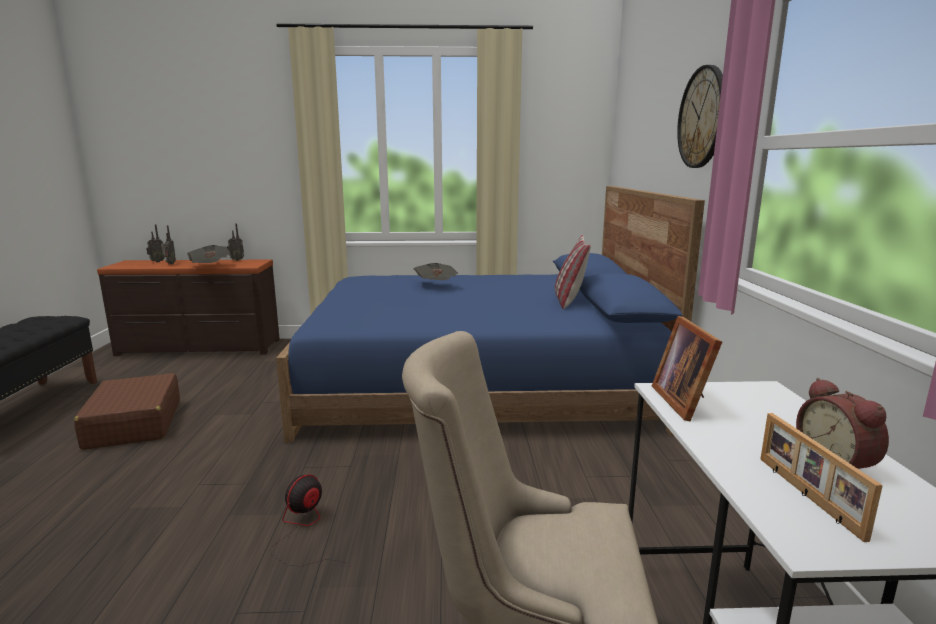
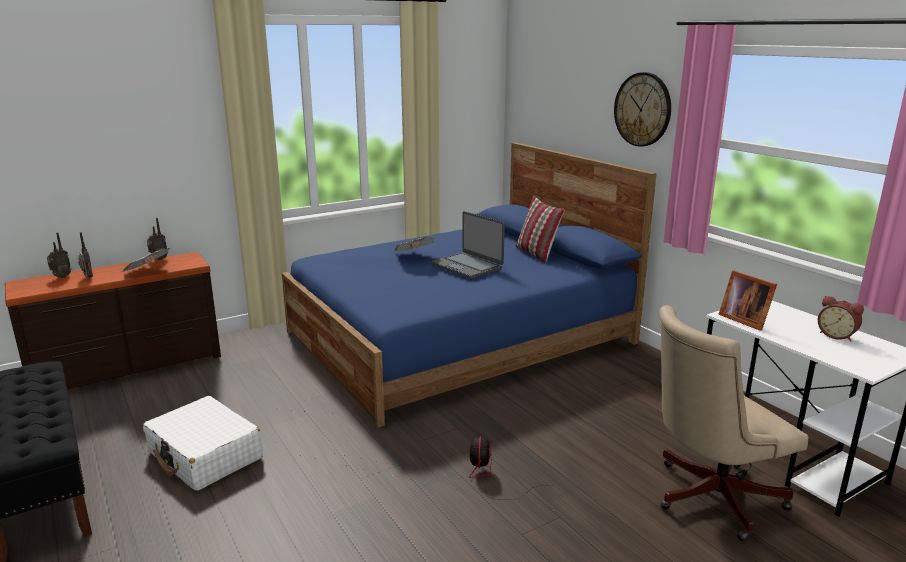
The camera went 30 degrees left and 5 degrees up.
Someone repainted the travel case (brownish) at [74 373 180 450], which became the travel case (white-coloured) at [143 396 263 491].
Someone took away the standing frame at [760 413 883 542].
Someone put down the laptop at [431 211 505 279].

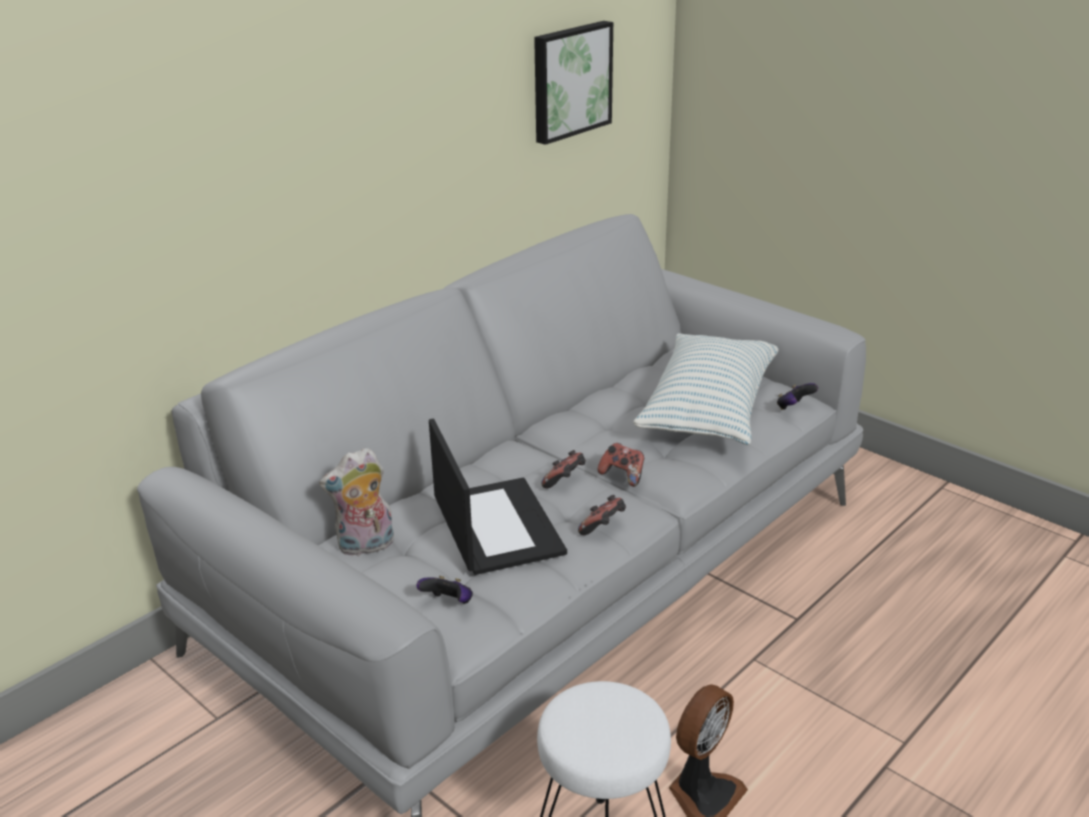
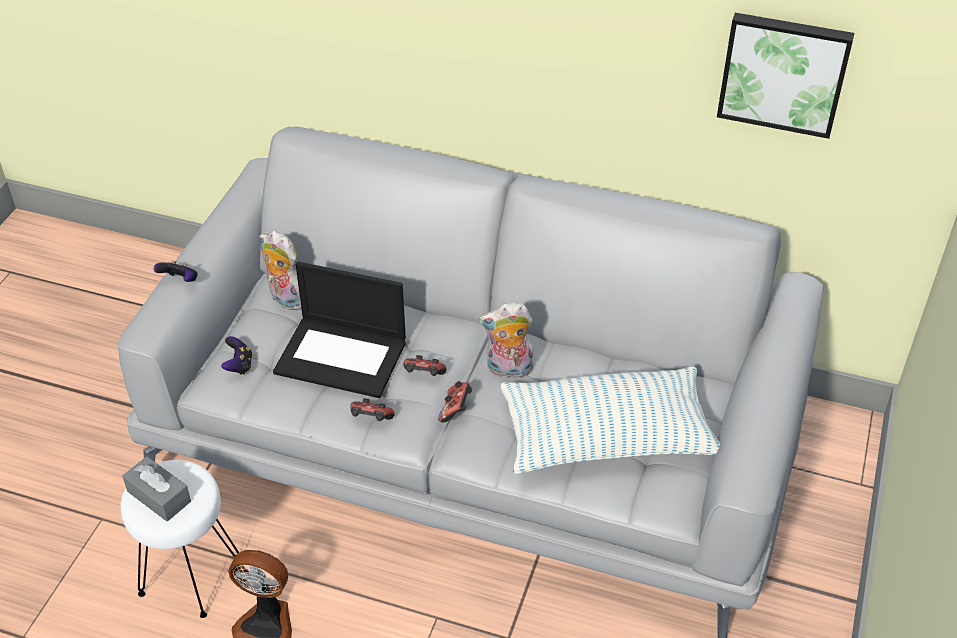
The camera went 65 degrees right and 15 degrees up.
Someone carried the joypad from [777 383 818 410] to [154 261 198 282].
Someone rotated the laptop at [429 418 567 575] by 60 degrees clockwise.
Someone put down the plush toy at [479 302 535 378].
Someone put down the tissue box (greyish) at [122 456 191 522].

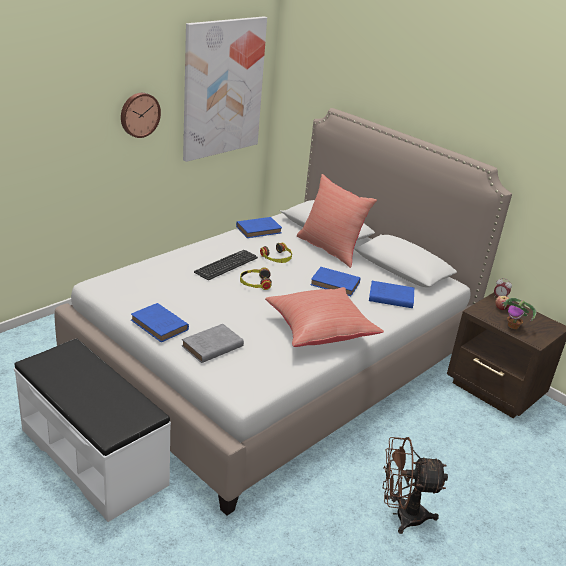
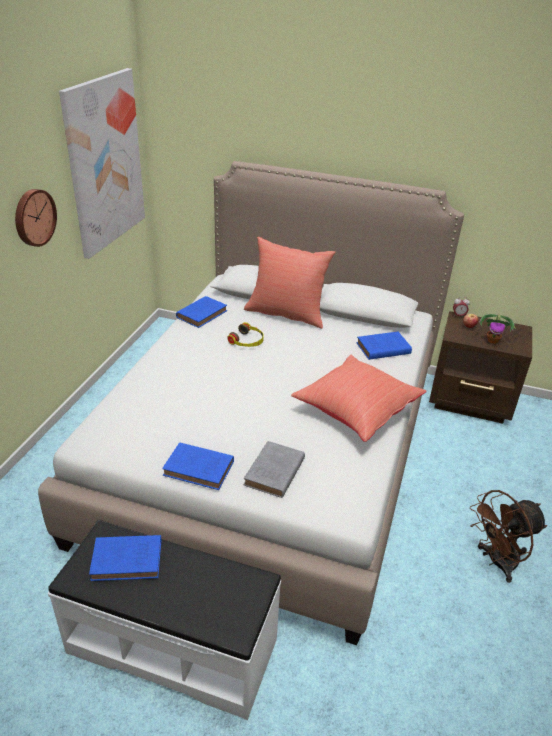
The camera went 25 degrees left and 5 degrees up.
Someone took away the computer keyboard at [194 250 258 280].
Someone took away the pair of headphones at [240 267 272 290].
Someone carried the bound book (blue) from [310 267 361 296] to [89 535 162 581].

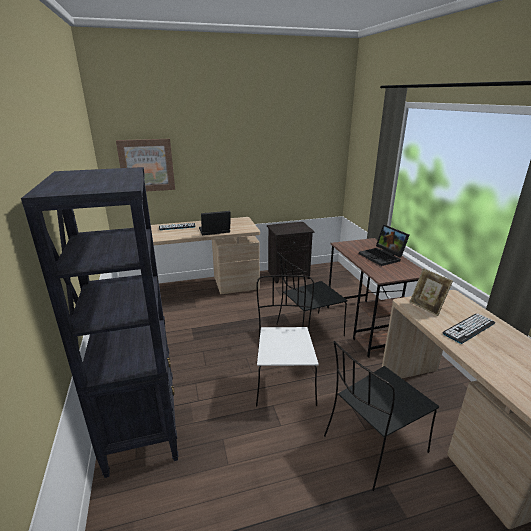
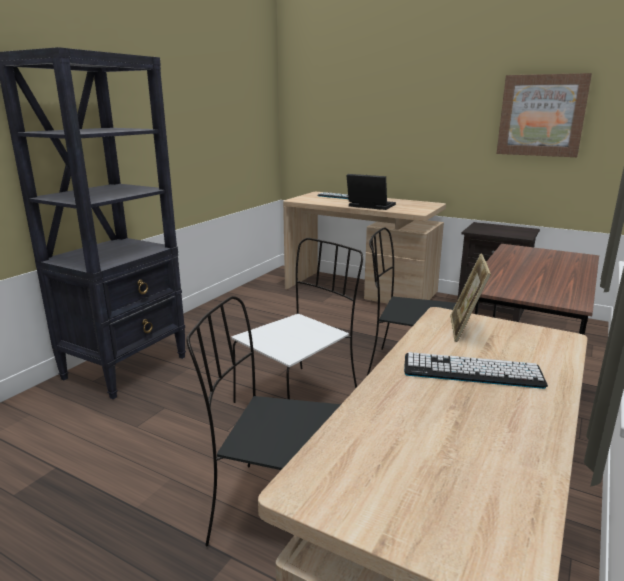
The camera went 45 degrees right and 5 degrees down.
Someone carried the wall art from [116 139 175 191] to [496 73 592 157].
Someone took away the laptop at [359 224 409 266].

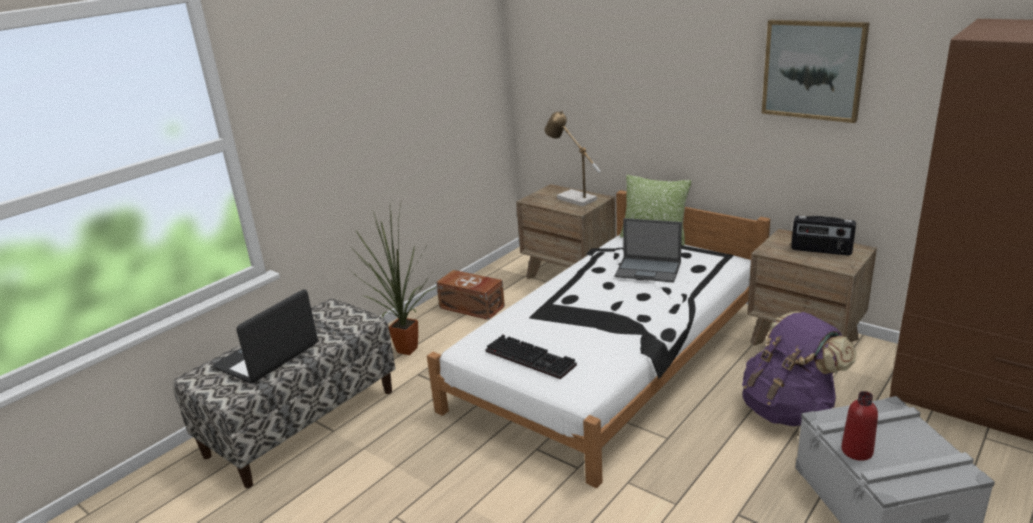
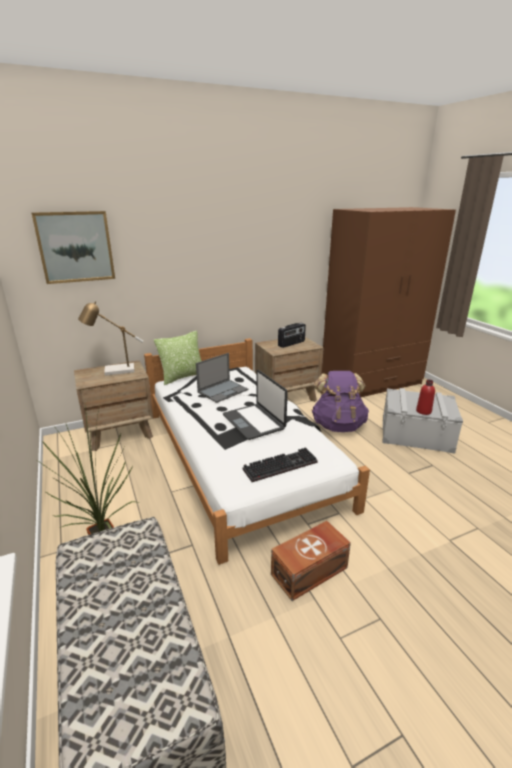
The camera went 65 degrees left and 0 degrees up.
Someone carried the wall art from [762 20 870 123] to [32 211 115 284].
Someone carried the storage bin (brownish) from [436 270 505 320] to [271 521 351 601].
Someone carried the laptop from [213 289 318 383] to [223 370 288 440].

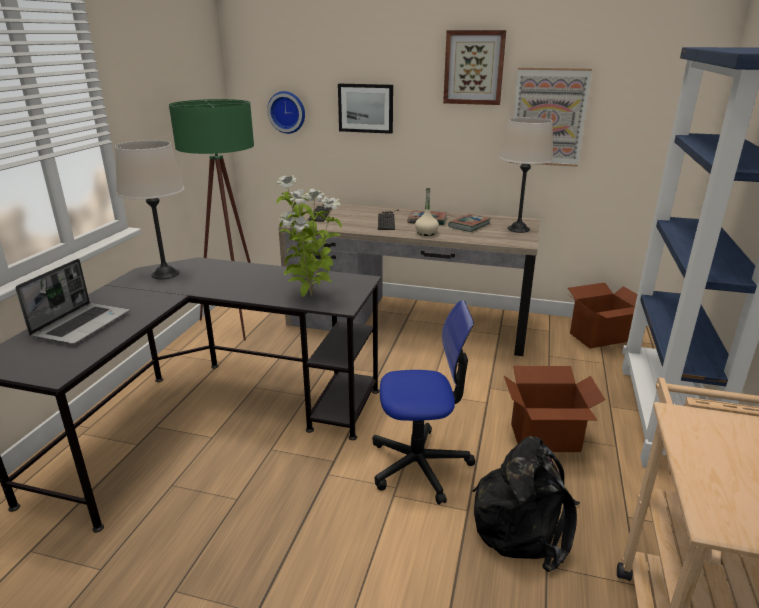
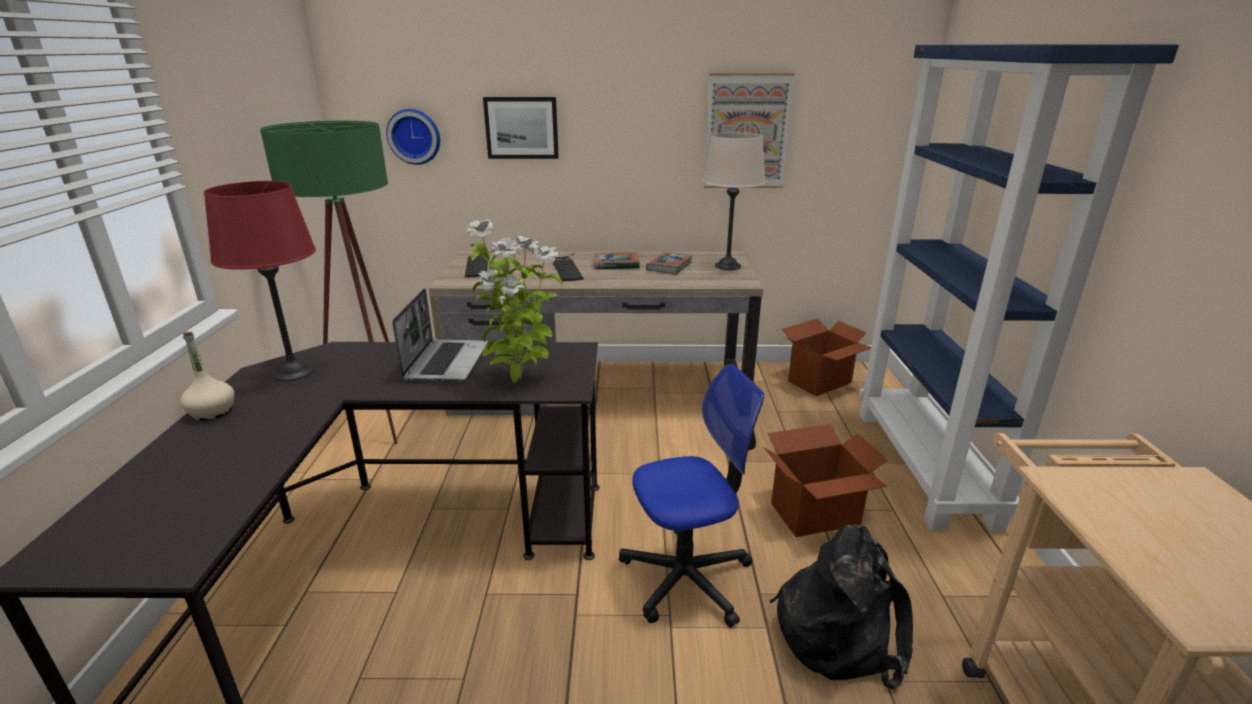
The camera went 15 degrees left and 0 degrees up.
Someone took away the wall art at [443 30 506 105].
Someone repainted the lamp for a table (sand-coloured) at [115 140 185 279], which became the lamp for a table (red) at [204 181 316 381].
Someone carried the beverage bottle (sand-coloured) from [415 188 439 236] to [181 331 235 421].
Someone carried the laptop from [16 259 129 345] to [392 288 488 382].

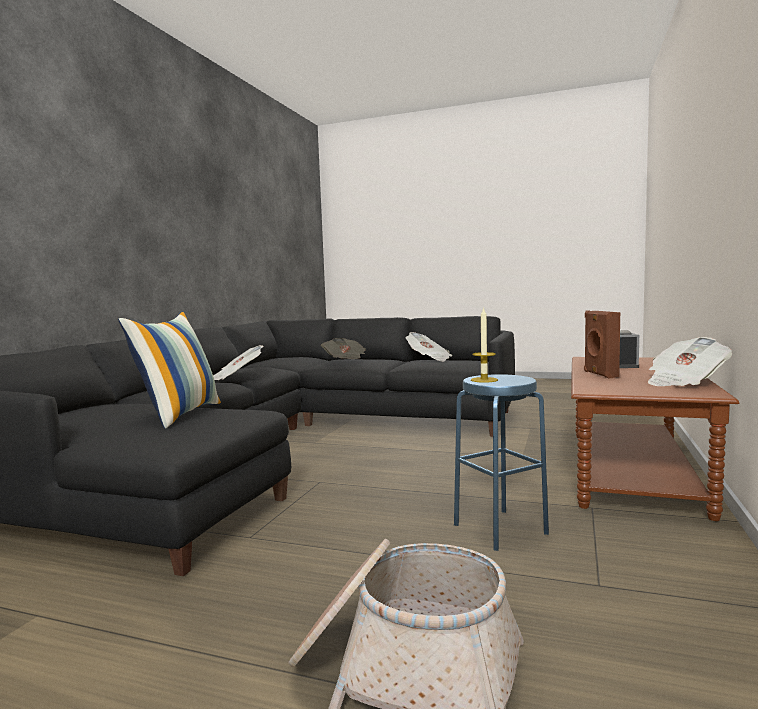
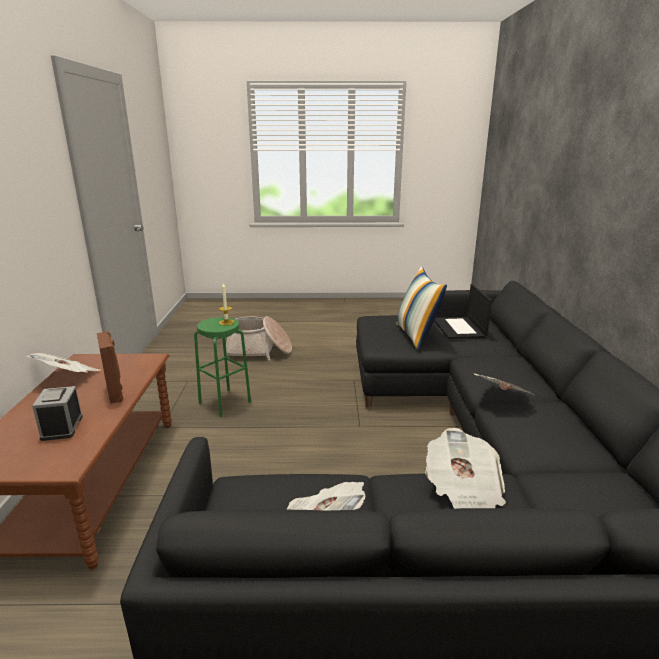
The camera went 160 degrees right and 15 degrees up.
Someone repainted the stool seat (blue) at [454 374 549 551], which became the stool seat (greenish) at [194 317 251 417].
Someone put down the laptop at [434 284 492 339].

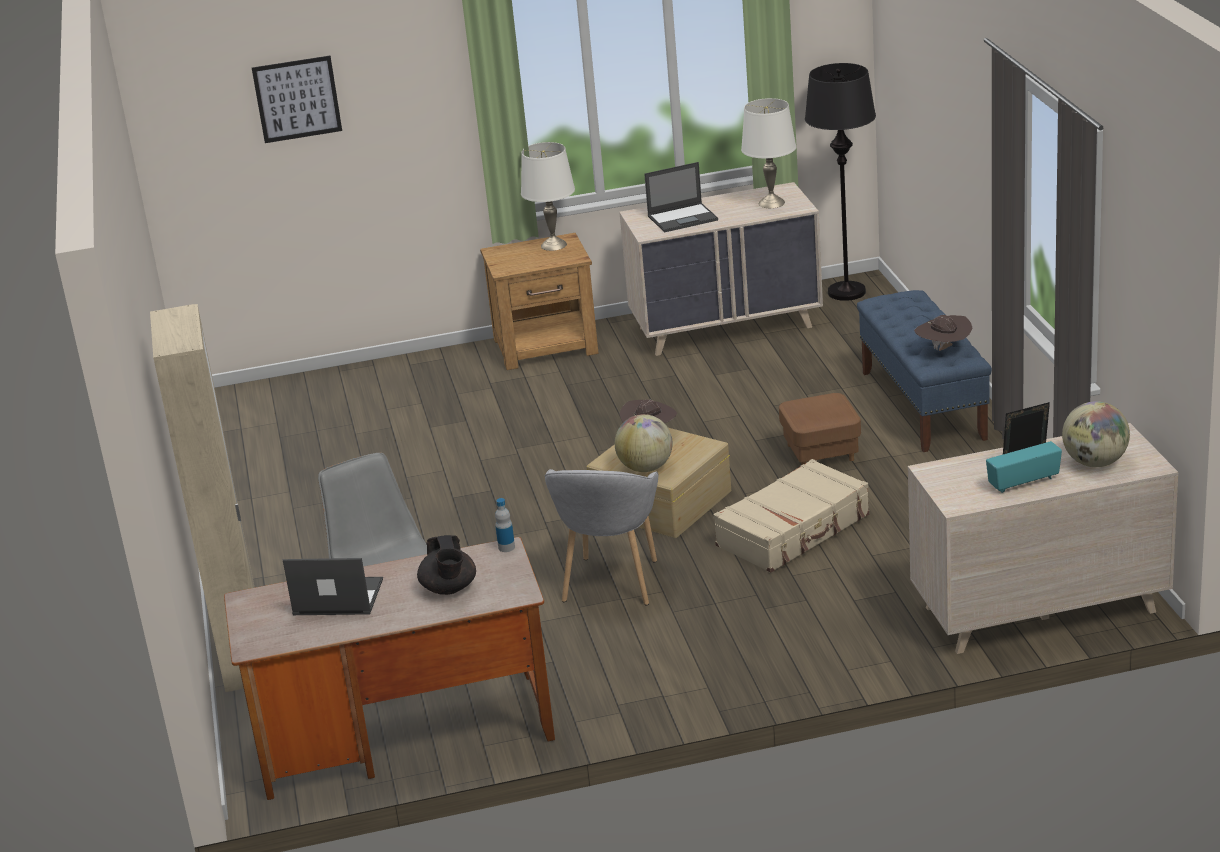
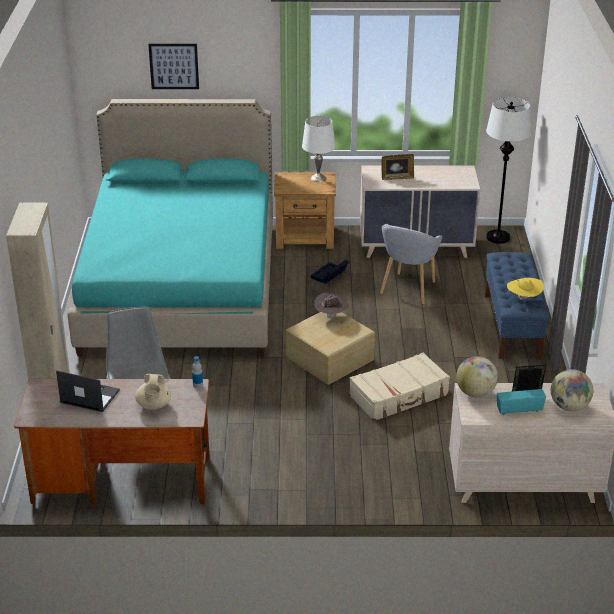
The camera went 10 degrees right and 5 degrees up.
Someone repainted the floor lamp (black) at [805 63 876 301], which became the floor lamp (white-coloured) at [486 97 531 244].
Someone took away the lamp for a table (white-coloured) at [741 98 796 208].
Someone swapped the laptop at [644 162 718 232] for the standing frame at [382 154 414 180].
Someone repainted the hat (brownish) at [914 315 973 351], which became the hat (yellowish) at [507 278 544 300].
Someone took away the ottoman (brownish) at [779 393 861 465].
Someone carried the world globe from [615 414 673 472] to [456 356 498 398].
Someone carried the armchair (greyish) from [544 469 659 605] to [380 224 442 304].
Someone repainted the pot for tea (black) at [417 535 476 595], which became the pot for tea (sand-coloured) at [135 374 171 410].
Someone put down the bedroom bed (turquoise) at [67 99 273 357].
Someone put down the storage bin (black) at [311 259 349 284].

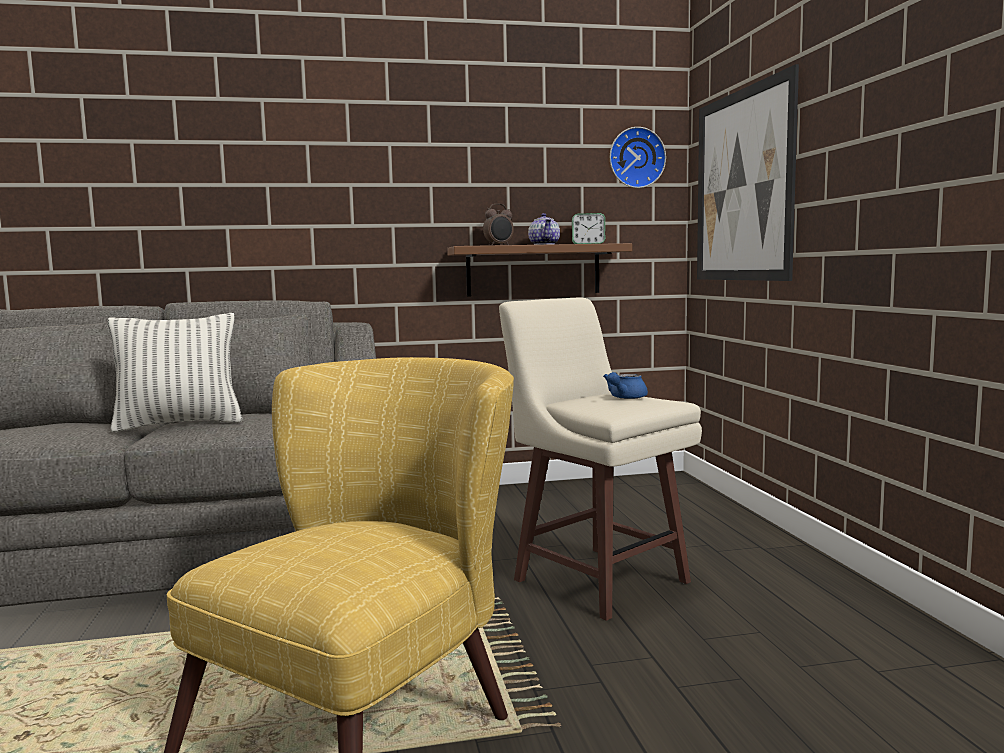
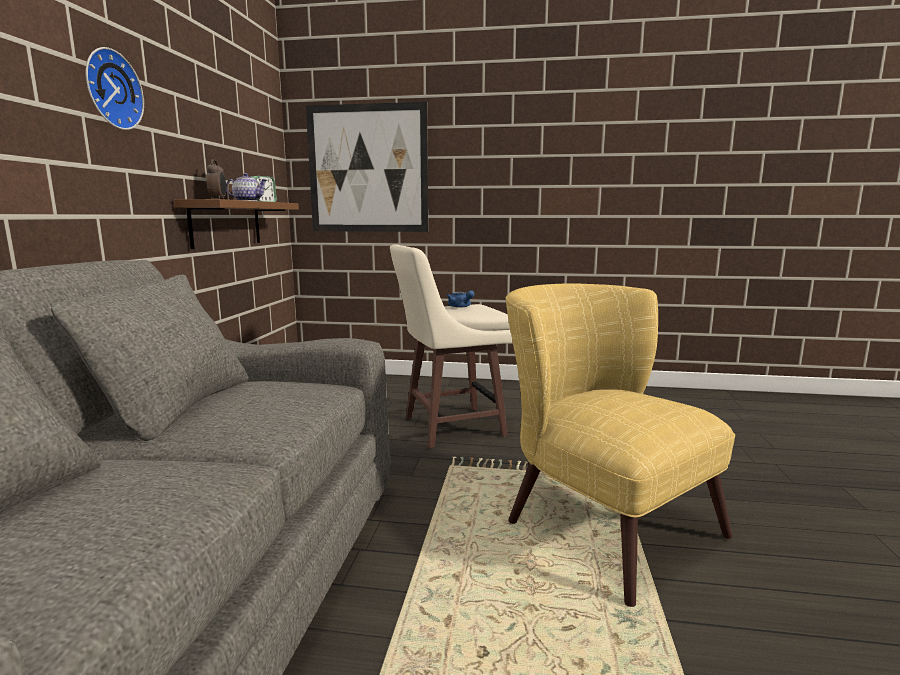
The camera went 70 degrees left and 5 degrees up.
Someone carried the hanging clock from [610 127 666 188] to [86 47 144 130].
Someone took away the throw pillow at [108 313 243 432].

